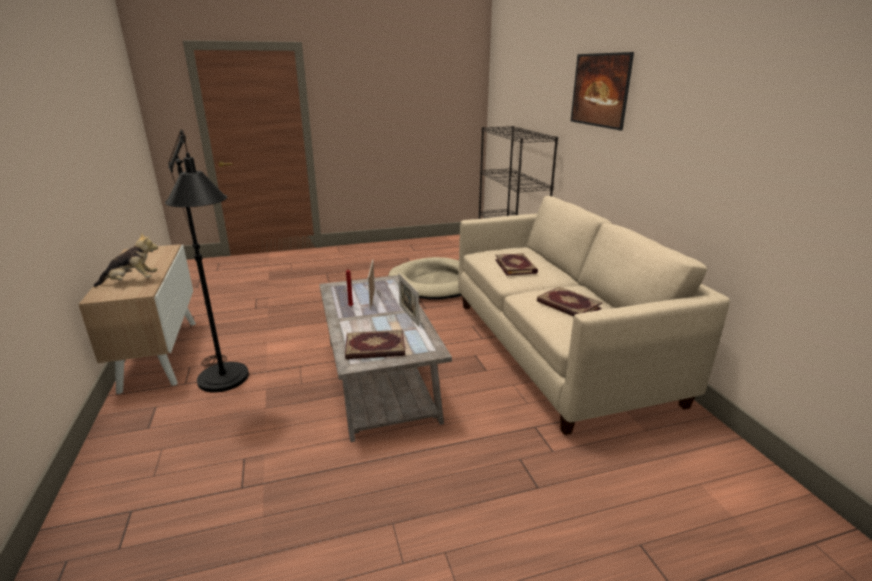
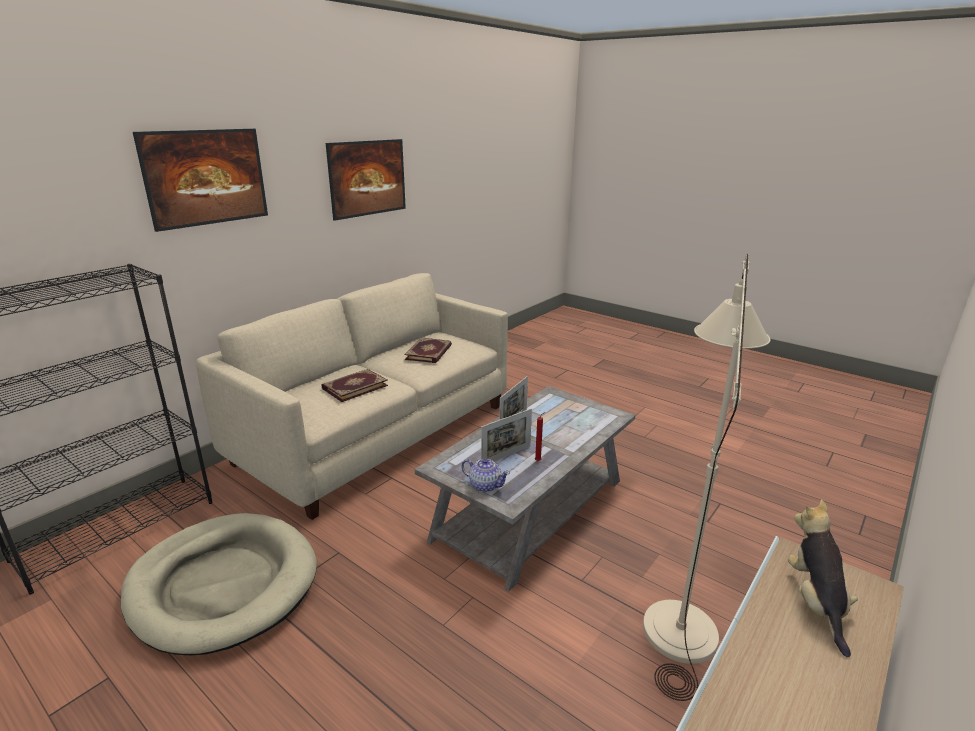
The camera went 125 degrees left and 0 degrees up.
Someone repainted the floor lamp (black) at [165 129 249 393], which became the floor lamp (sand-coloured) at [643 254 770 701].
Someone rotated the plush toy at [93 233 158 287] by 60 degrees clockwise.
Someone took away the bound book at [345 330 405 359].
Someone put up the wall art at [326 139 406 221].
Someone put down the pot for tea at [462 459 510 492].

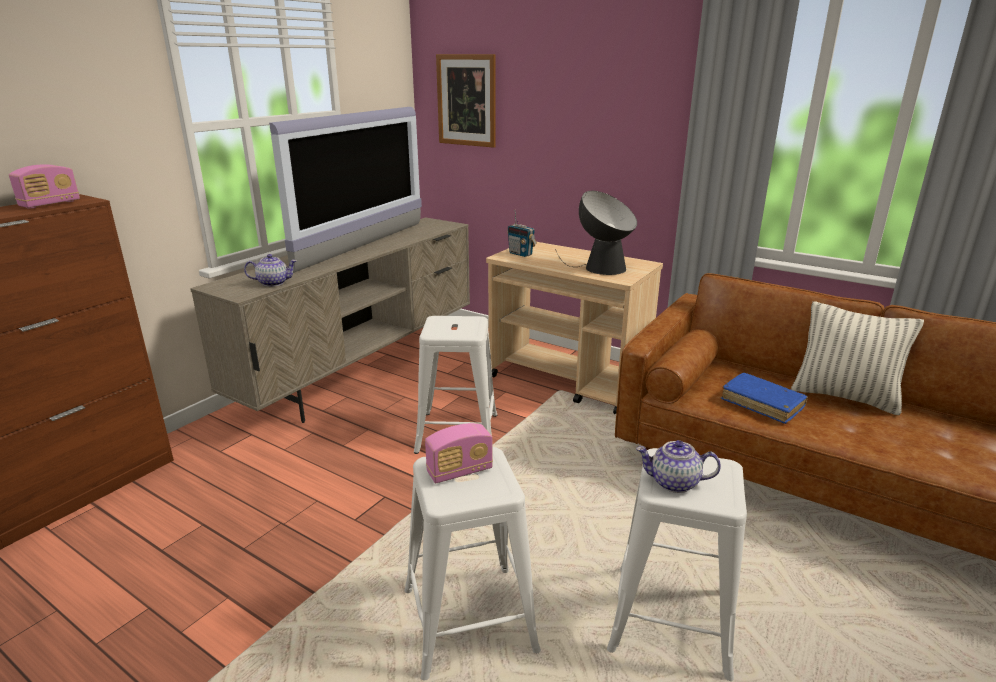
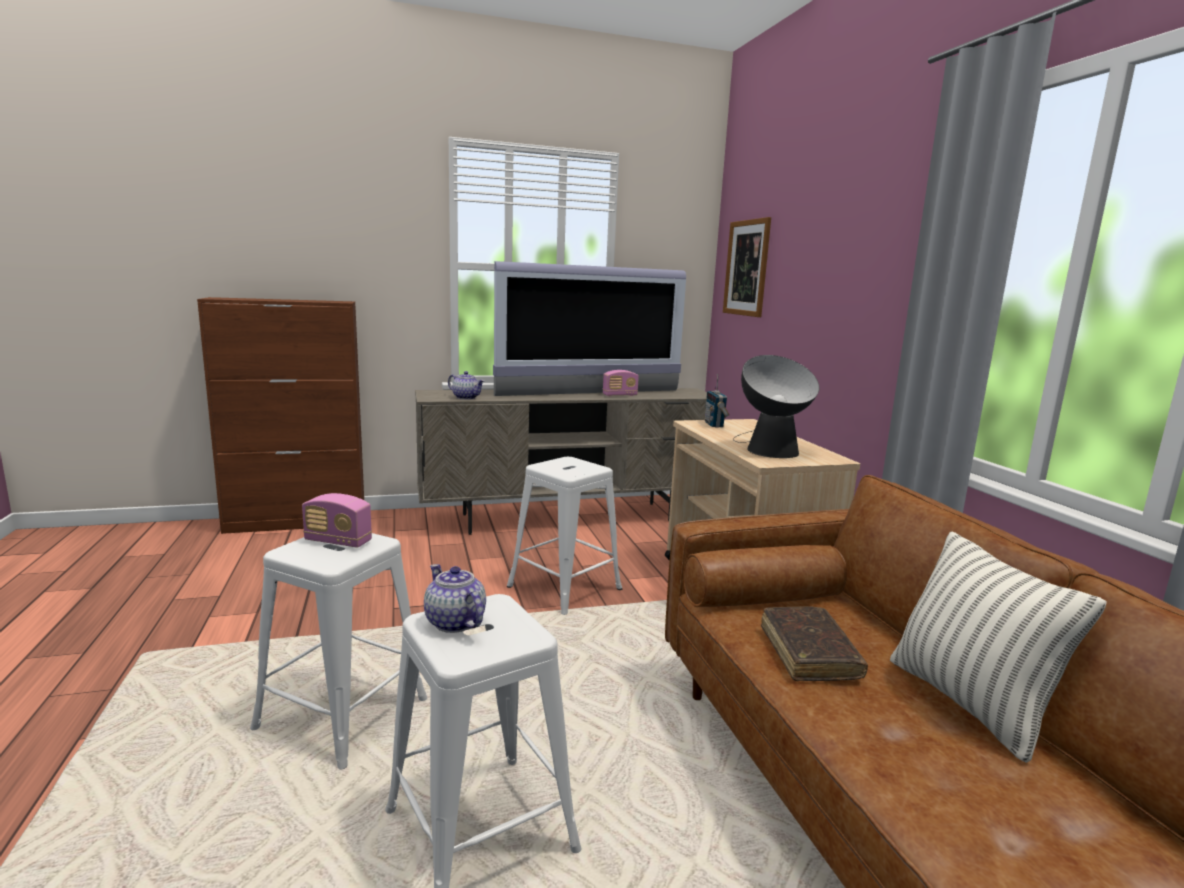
The camera went 40 degrees right and 10 degrees down.
Someone carried the radio from [9 164 80 209] to [603 370 639 396].
Someone repainted the bound book (blue) at [721 373 808 424], which became the bound book (brownish) at [761 607 868 681].

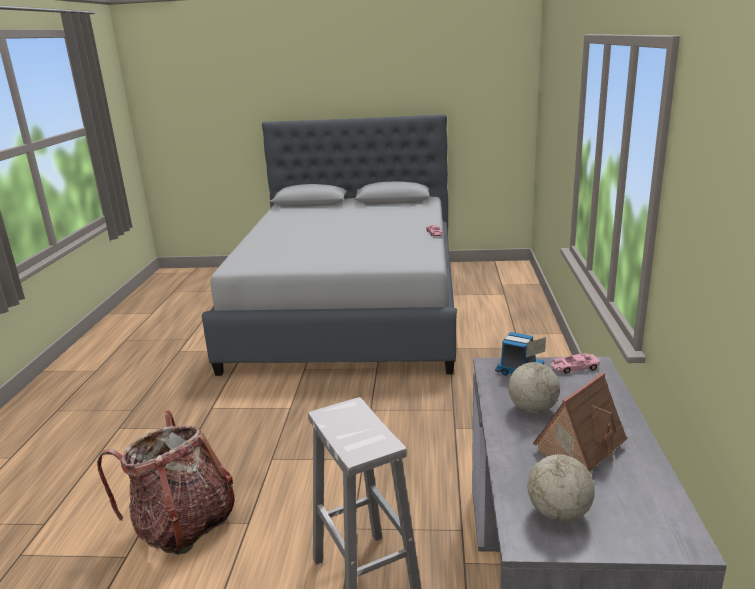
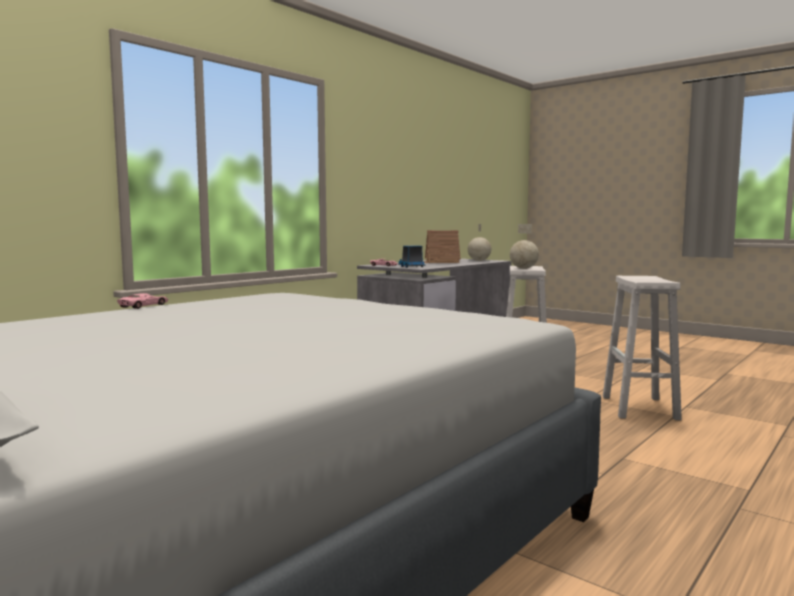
The camera went 145 degrees left and 15 degrees down.
Someone carried the world globe from [508 337 560 413] to [510 224 539 269].
Someone swapped the backpack at [97 410 235 555] for the stool seat (white-coloured) at [603 276 682 420].

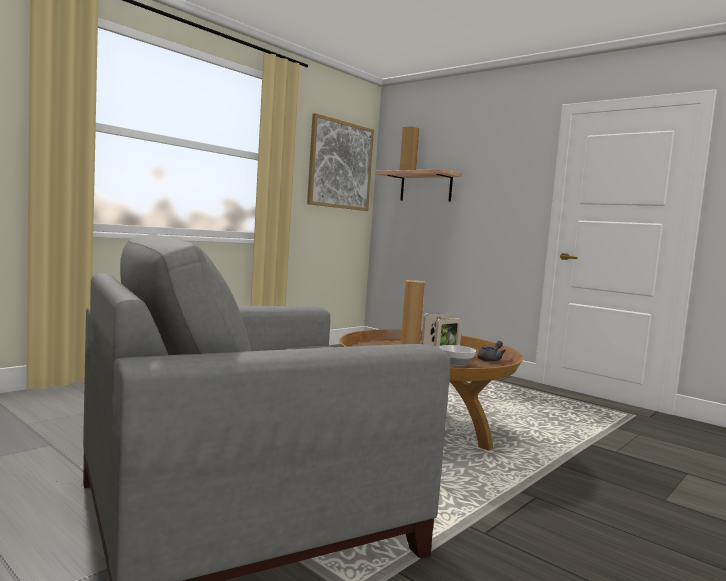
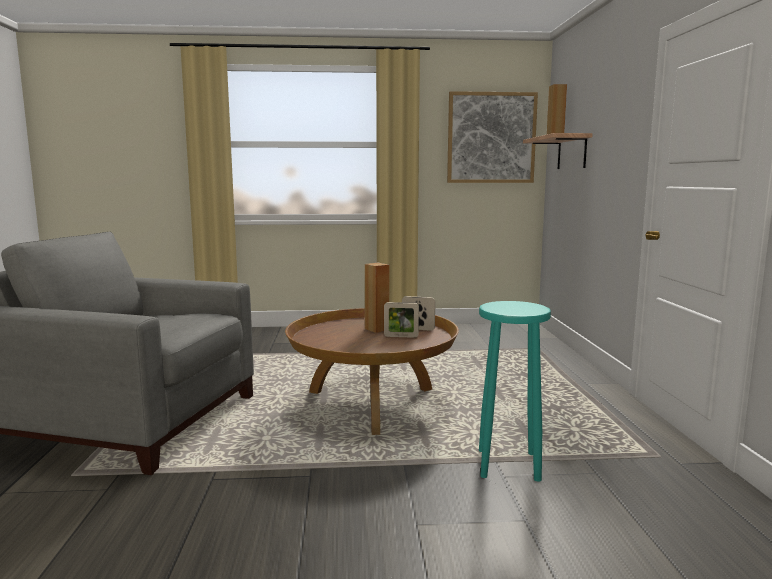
The camera went 45 degrees right and 5 degrees up.
Someone took away the pot for tea (greyish) at [477 341 506 362].
Someone took away the serving bowl at [439 345 476 366].
Someone put down the stool seat (turquoise) at [479 301 551 482].

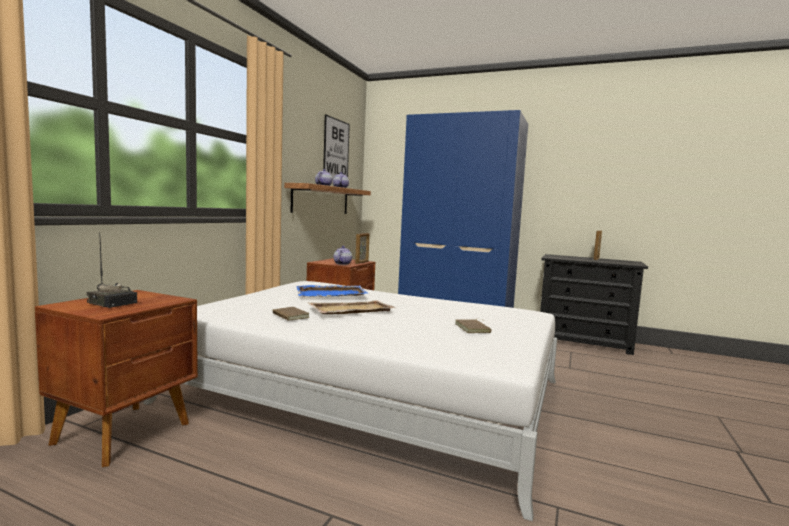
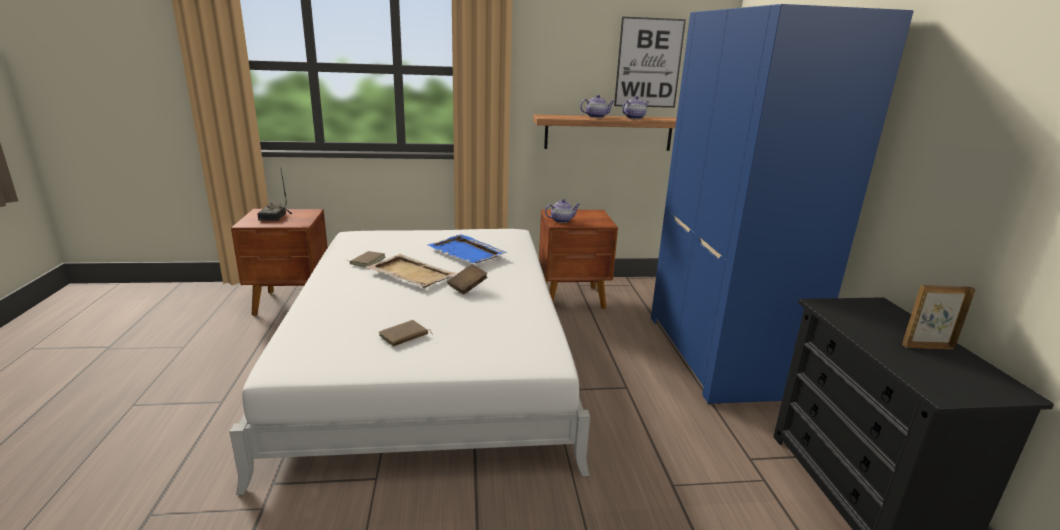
The camera went 60 degrees right and 15 degrees up.
Someone took away the standing frame at [355 233 369 264].
Someone put down the bound book (brownish) at [447 264 487 294].

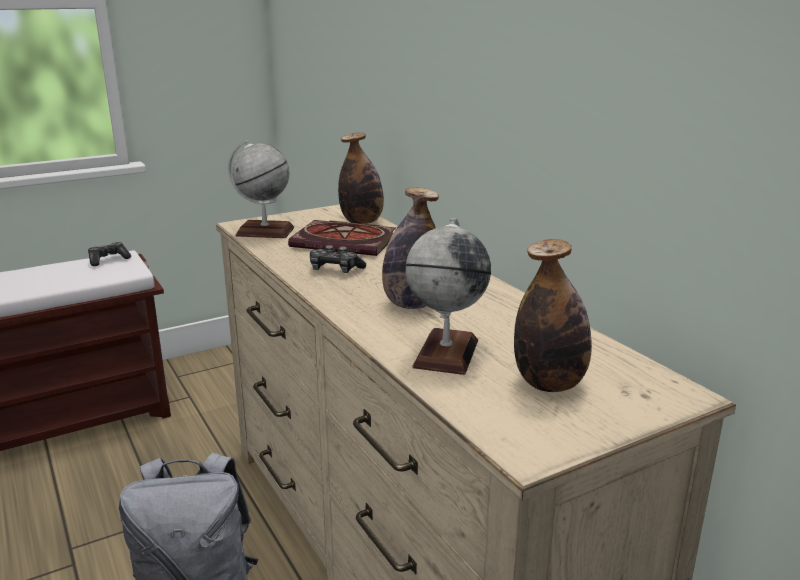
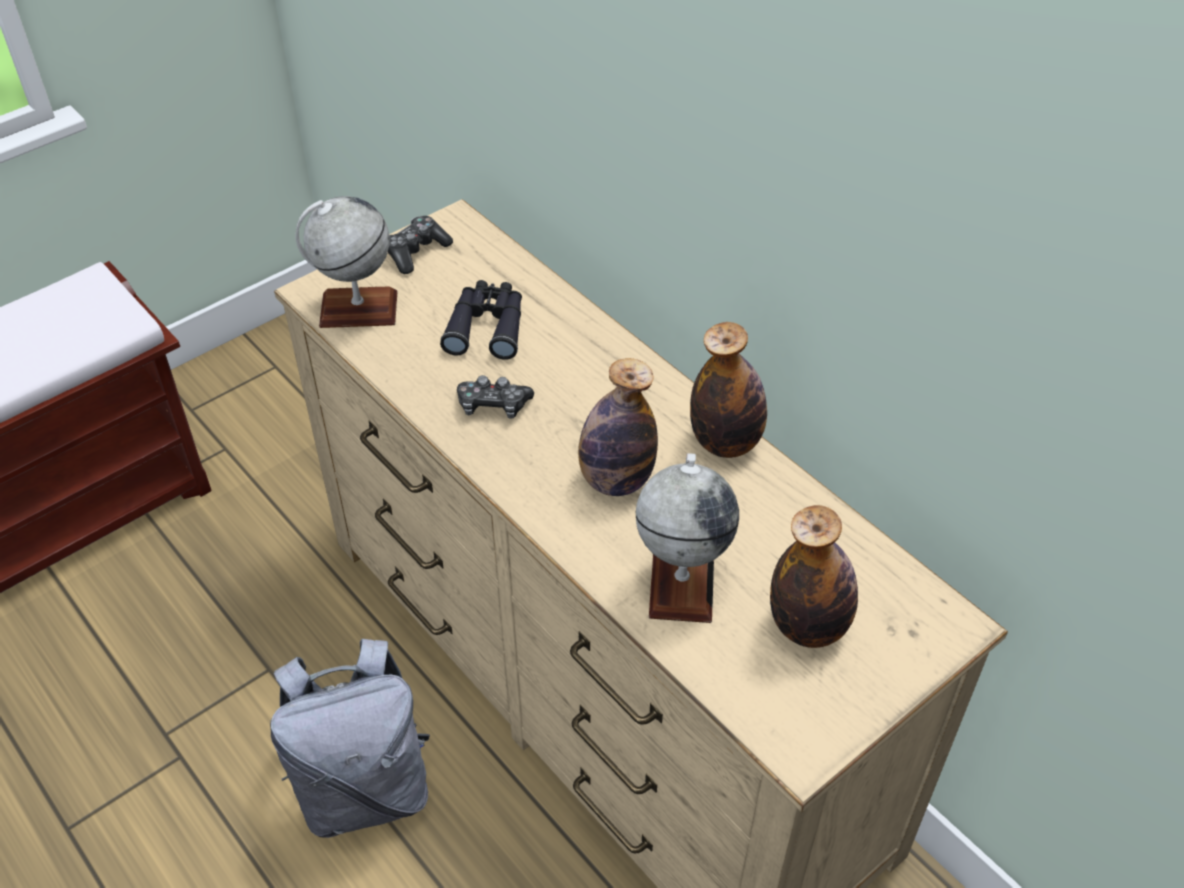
The camera went 10 degrees left and 25 degrees up.
Someone carried the beverage bottle from [338 133 384 224] to [690 322 767 458].
Someone swapped the bound book at [288 220 396 256] for the field glasses (black) at [440 280 522 360].
Someone carried the joypad from [88 242 131 266] to [388 216 453 274].

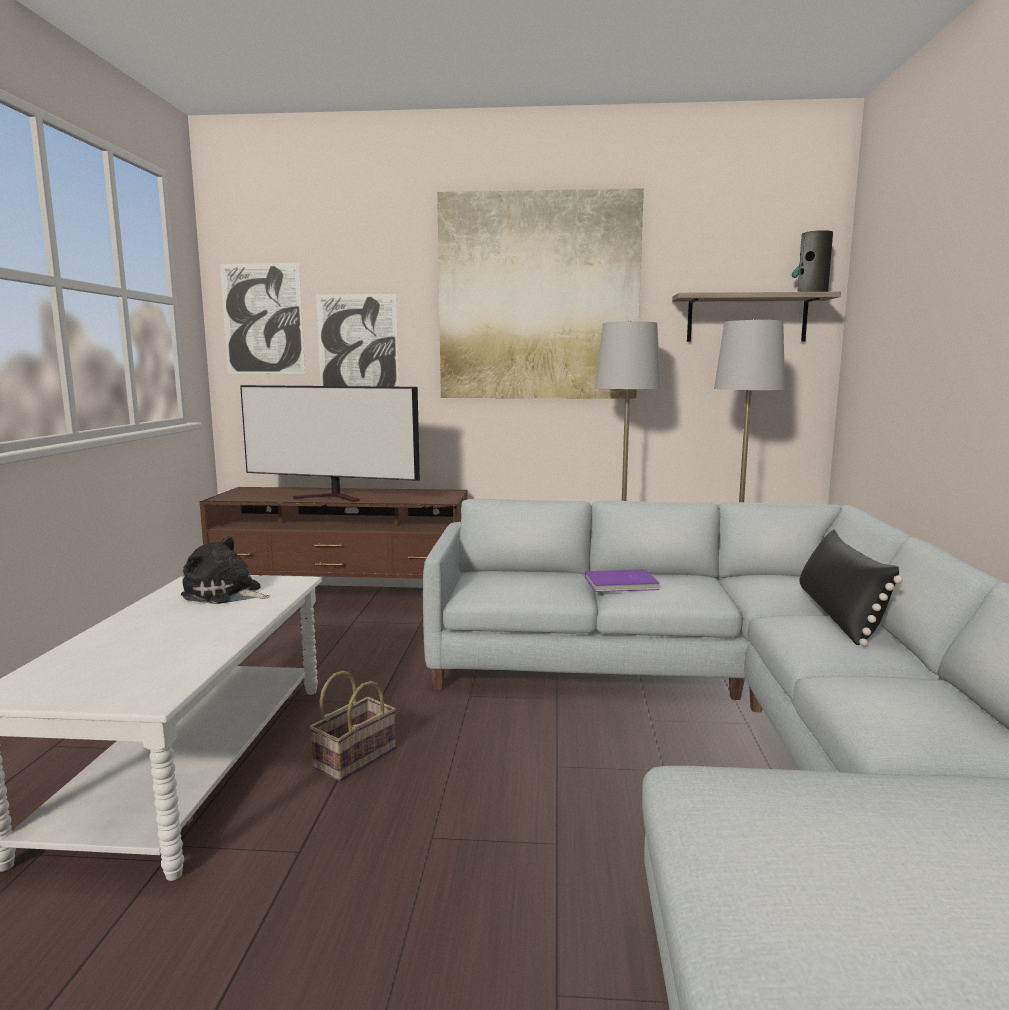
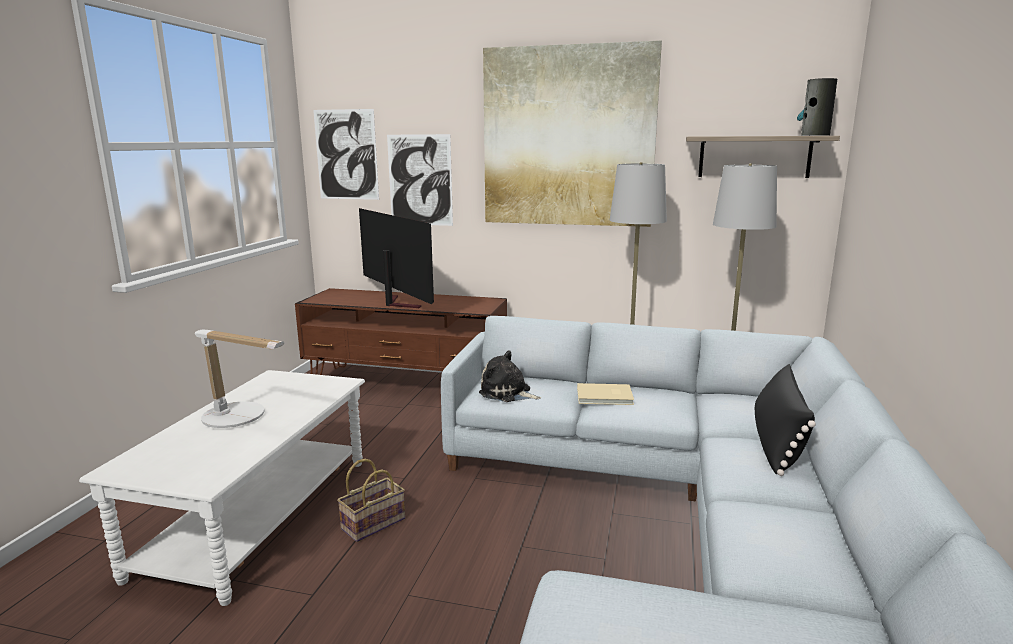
The camera went 10 degrees right and 5 degrees up.
Someone rotated the TV set at [240 385 420 502] by 150 degrees counterclockwise.
Someone carried the plush toy from [181 535 271 604] to [479 350 541 402].
Someone repainted the bound book (purple-coloured) at [585 569 660 592], which became the bound book (sand-coloured) at [577 383 634 405].
Someone put down the lamp for a table at [195 330 284 428].

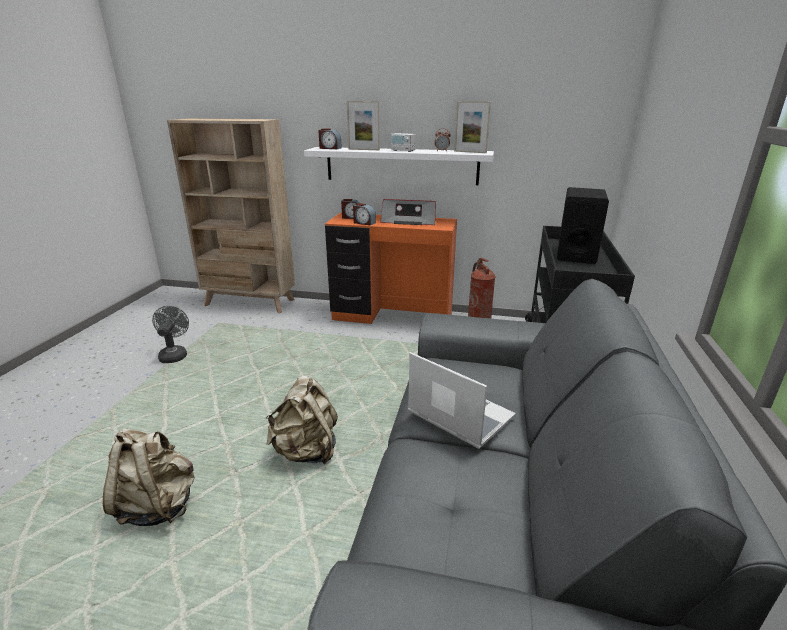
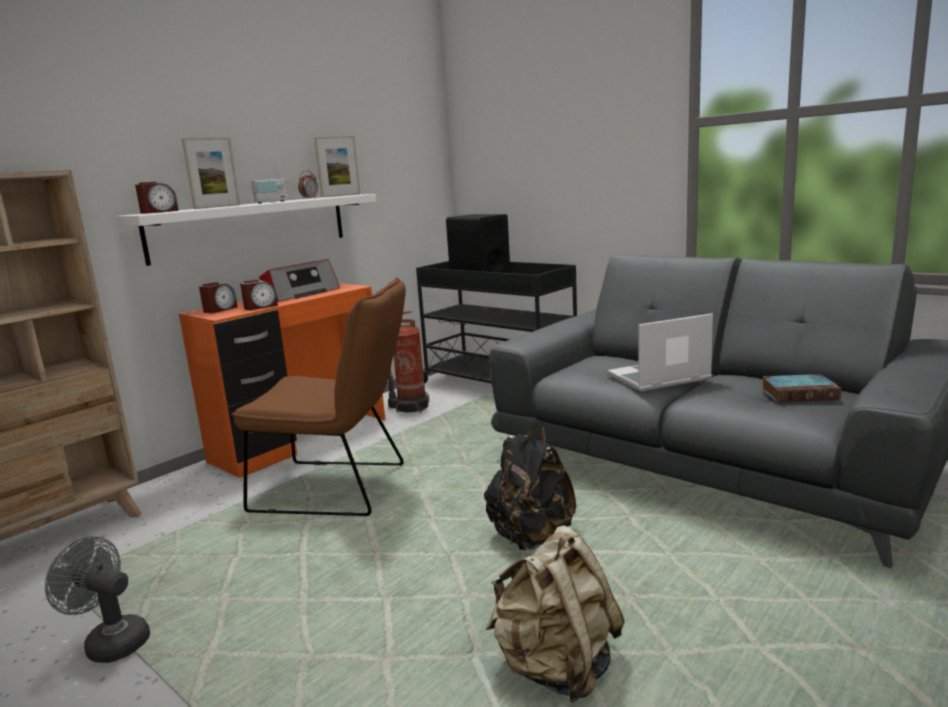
The camera went 60 degrees left and 10 degrees down.
Someone repainted the backpack (sand-coloured) at [266 375 338 465], which became the backpack (black) at [484 425 576 550].
Someone put down the chair (brownish) at [231 278 406 516].
Someone put down the bound book at [762 374 842 402].

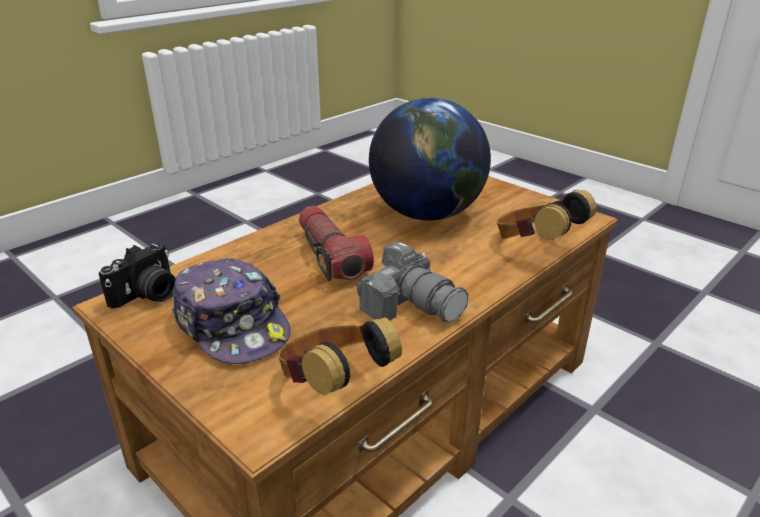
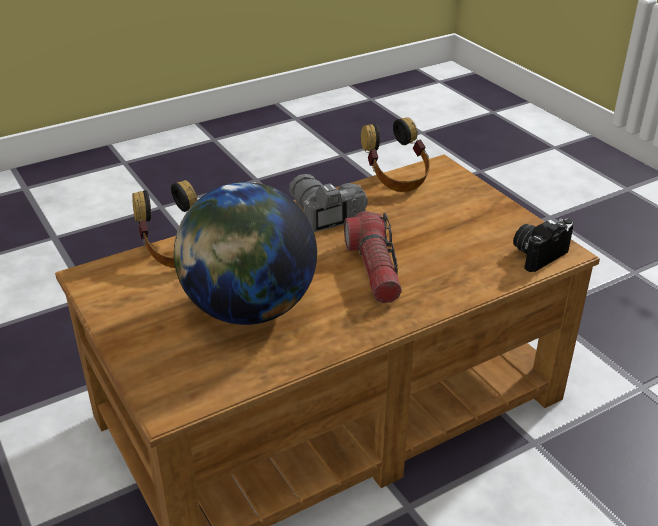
The camera went 165 degrees left and 5 degrees up.
Someone took away the peaked cap at [172 258 290 364].

